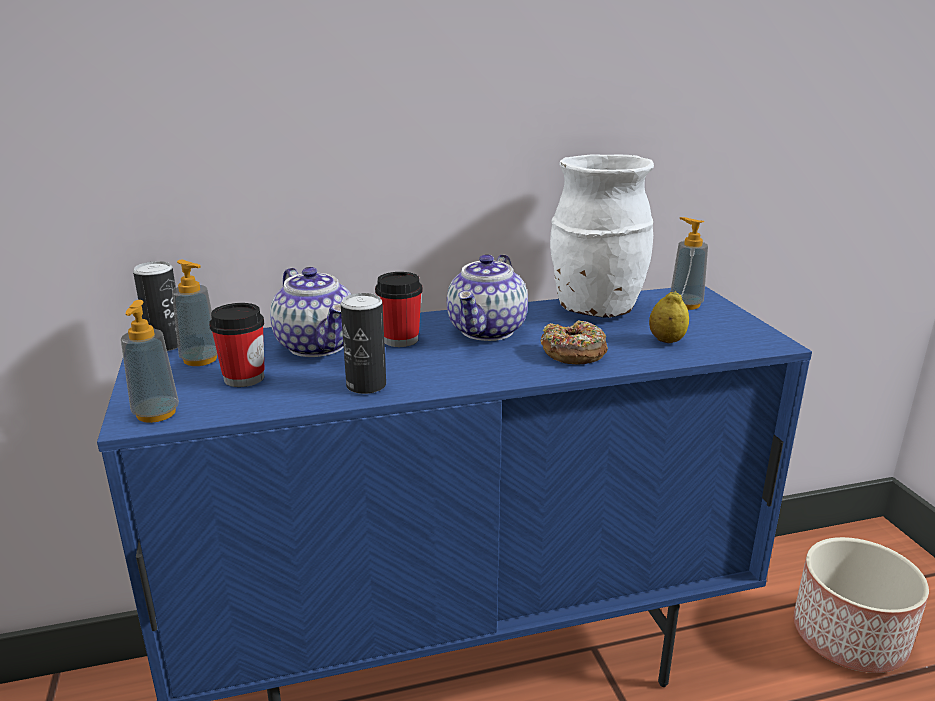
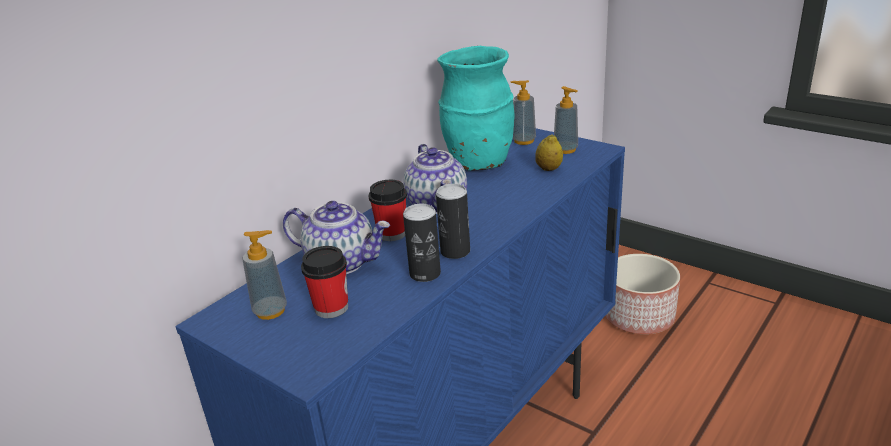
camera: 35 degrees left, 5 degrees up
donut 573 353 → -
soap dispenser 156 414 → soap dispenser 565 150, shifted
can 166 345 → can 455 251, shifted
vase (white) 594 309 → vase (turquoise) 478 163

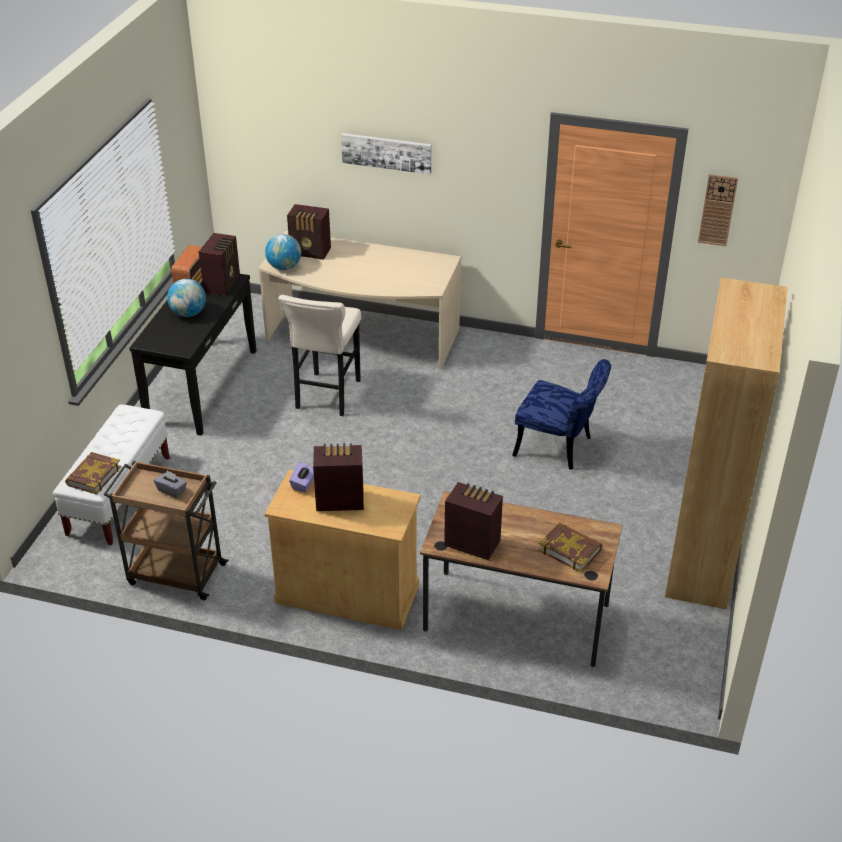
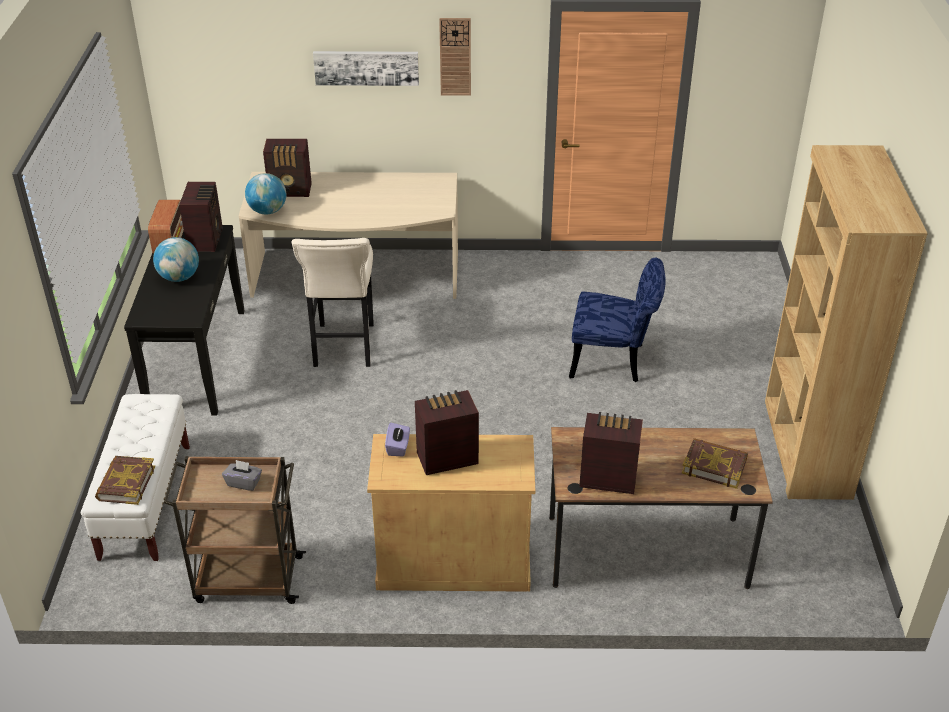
camera: 15 degrees left, 0 degrees up
wall clock 717 210 → wall clock 455 56, shifted

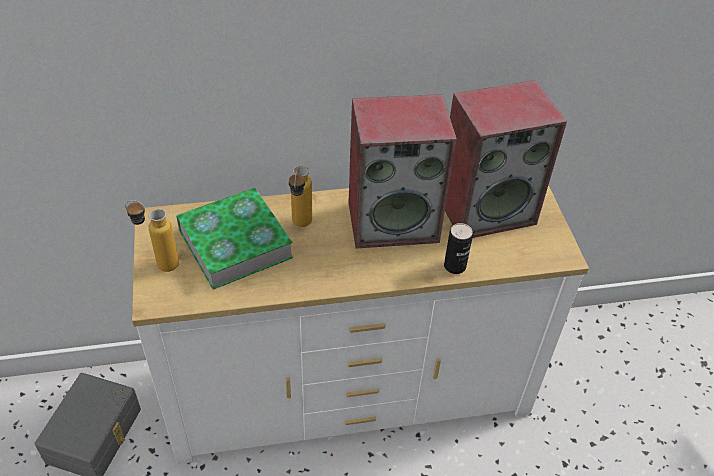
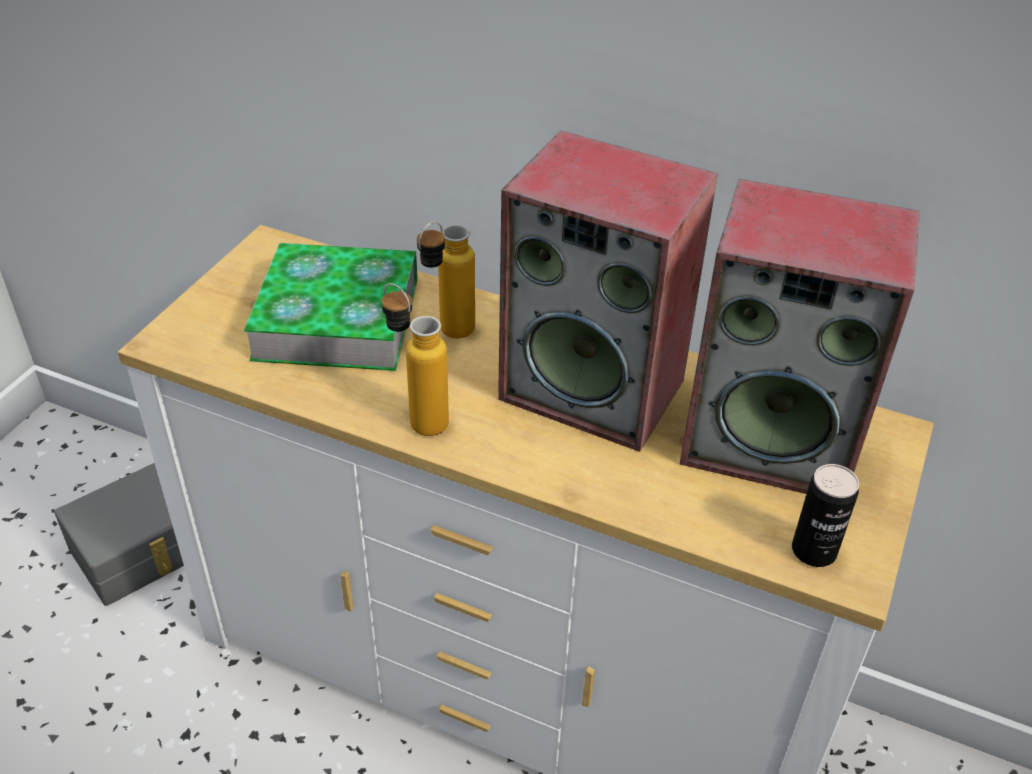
camera: 35 degrees right, 5 degrees down
bottle 159 263 → bottle 417 417, shifted
can 454 266 → can 813 551, shifted

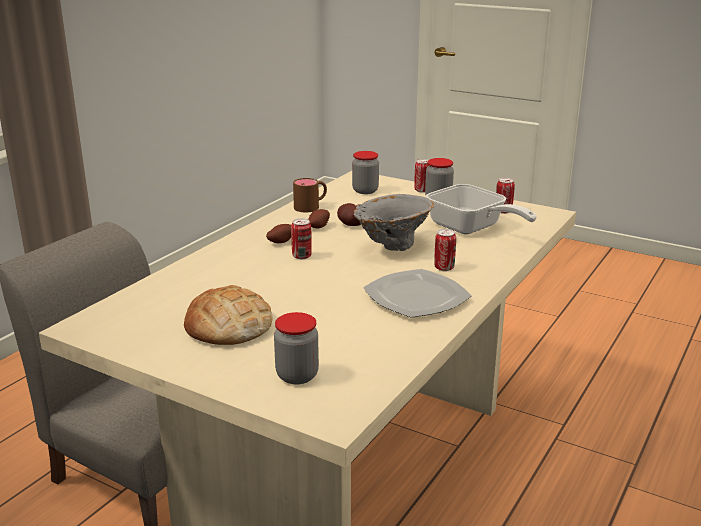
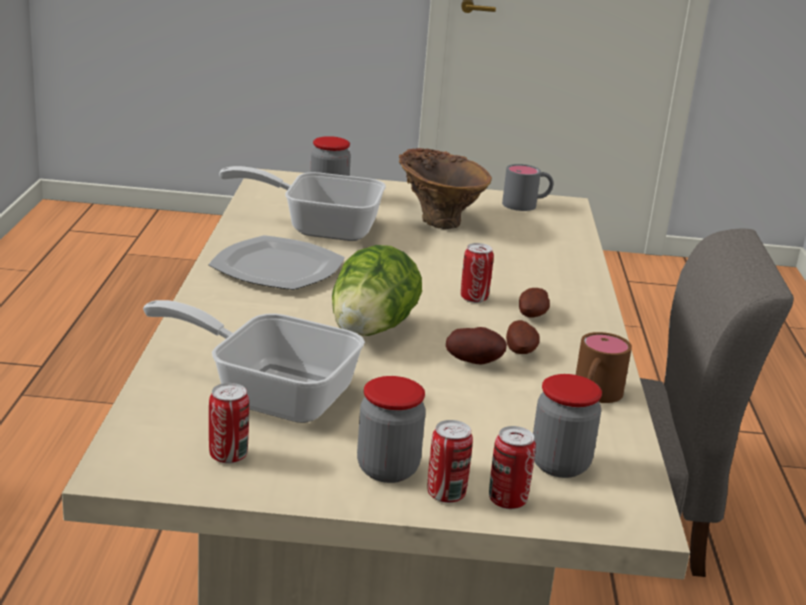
camera: 150 degrees right, 0 degrees up
- → frying pan 320 227
- → mug (grey) 527 204
can 444 268 → can 507 500, shifted
bread 228 326 → vase (brown) 439 219
vase (grey) 391 247 → lettuce 370 331

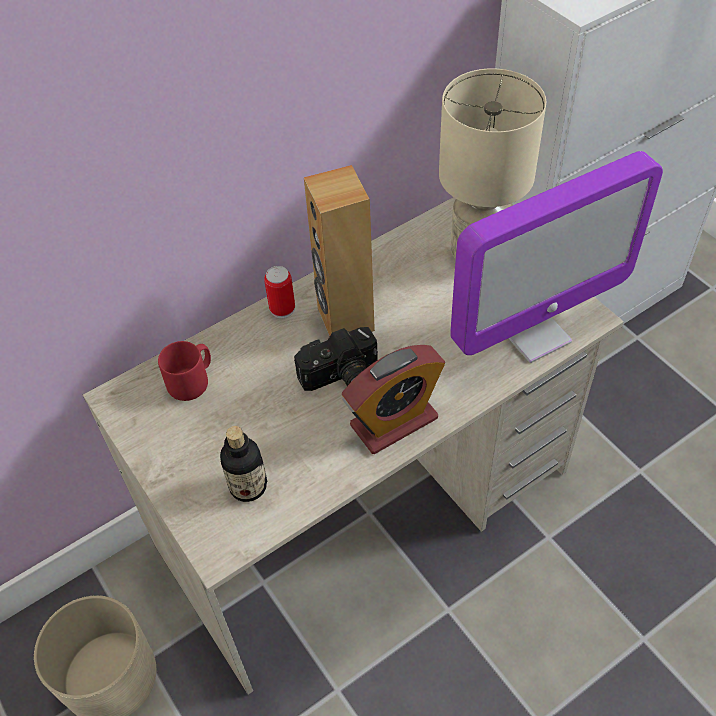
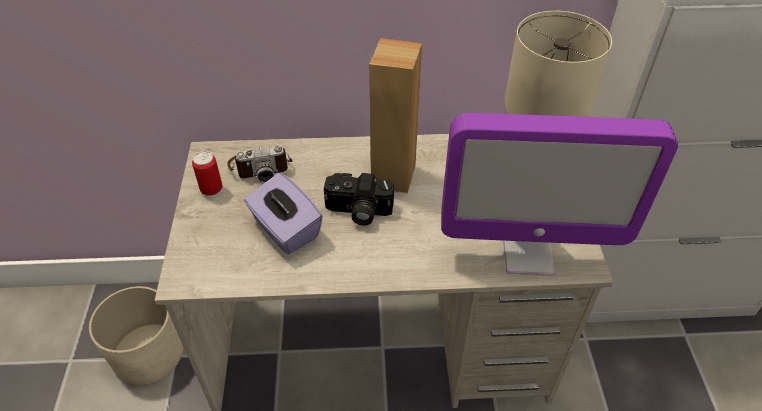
camera: 30 degrees right, 5 degrees down
bottle 248 486 → -
alarm clock 394 422 → -
- → tissue box (purple) 285 230
can 282 309 → can 211 189, shifted
mug (red) 192 381 → photo camera 260 166

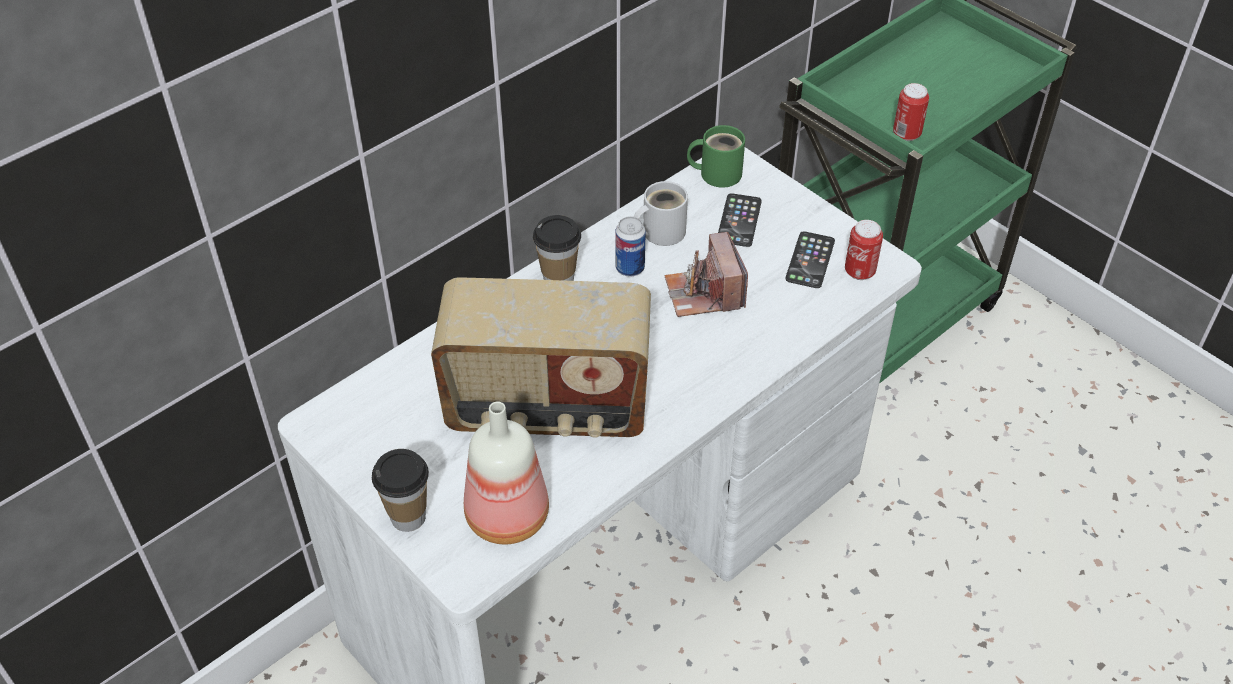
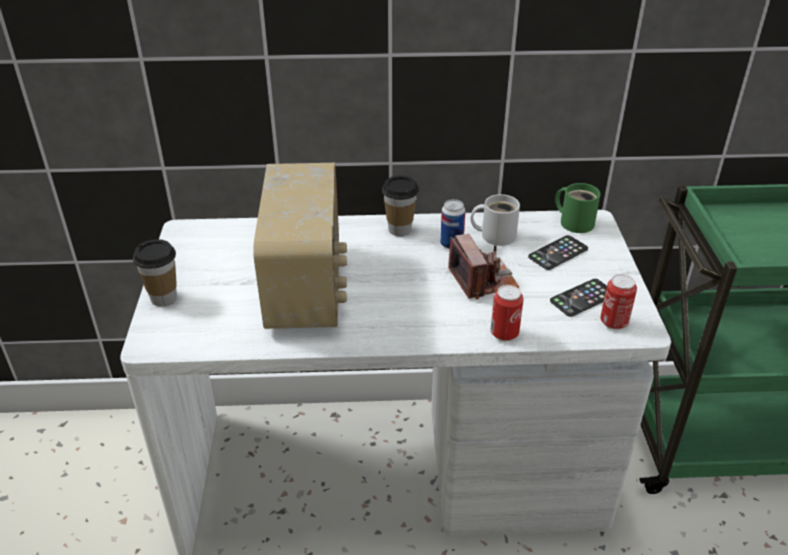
camera: 40 degrees right, 10 degrees down
bottle 504 517 → -
can 906 134 → can 504 334, shifted
radio 547 408 → radio 307 288, 135 degrees counterclockwise
photo camera 704 293 → photo camera 482 280, 135 degrees clockwise

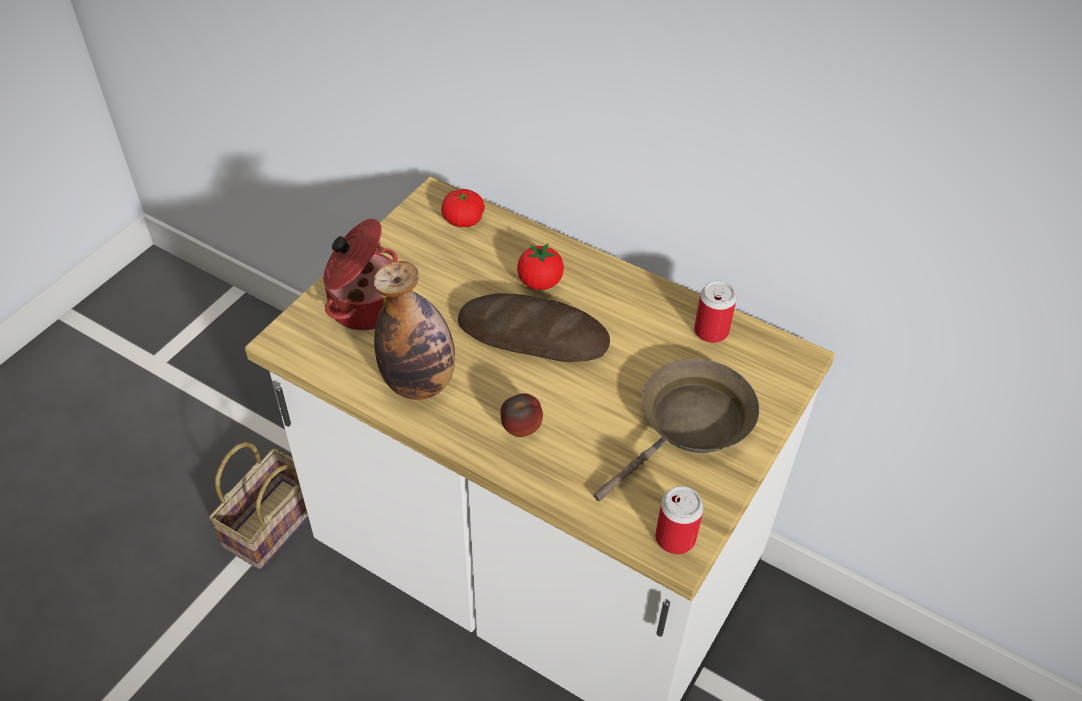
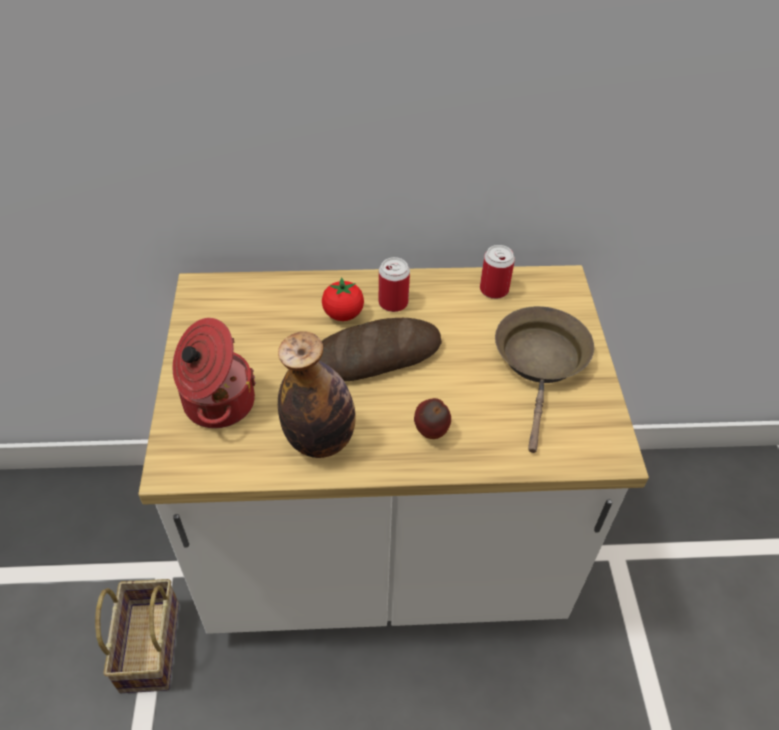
camera: 35 degrees left, 0 degrees up
tomato 463 220 → -
can 675 538 → can 393 302, shifted

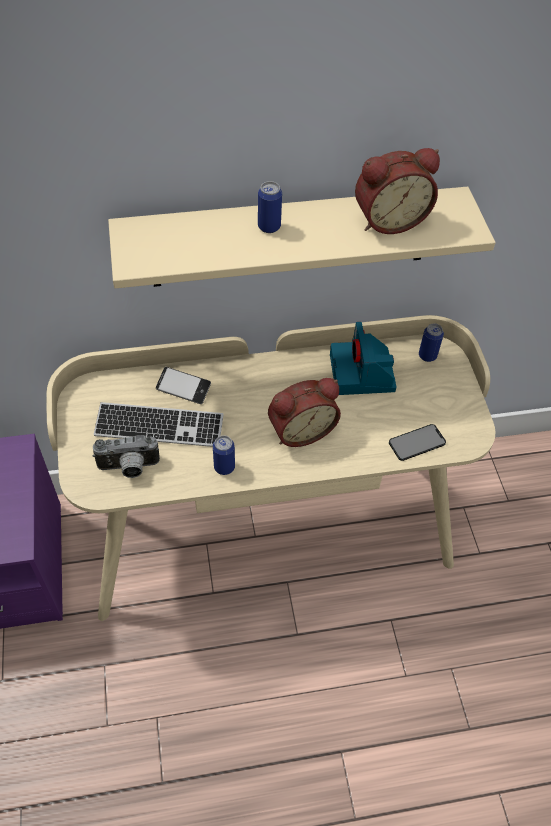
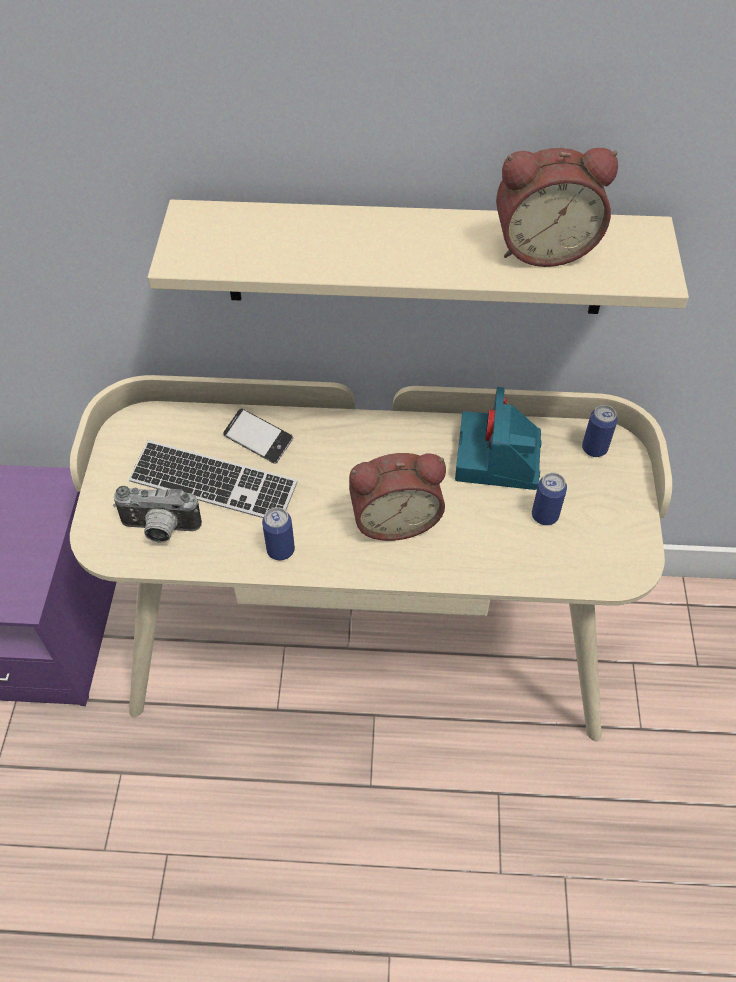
camera: 15 degrees right, 0 degrees up
phone 417 442 → -
can 269 227 → can 544 516, shifted

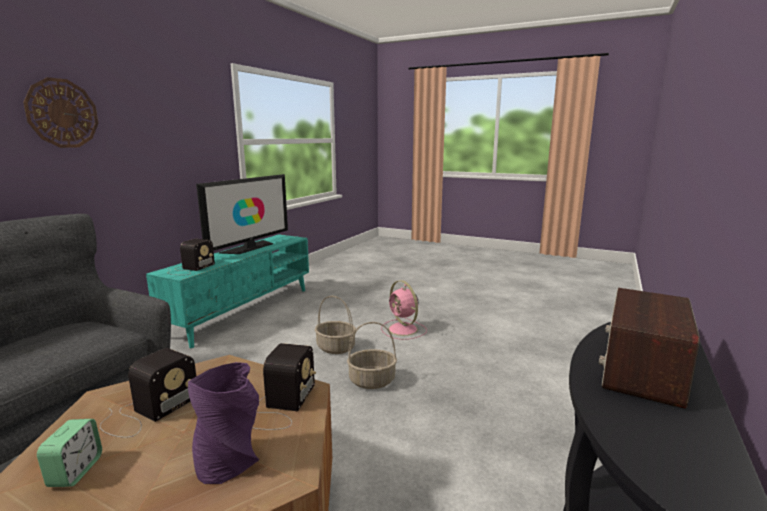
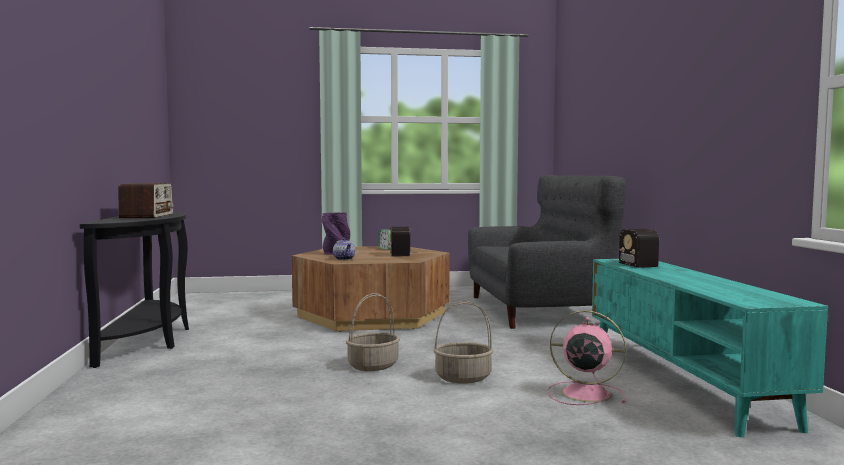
camera: 145 degrees right, 10 degrees down
wall clock 62 113 → -
television 249 247 → -
fan (pink) 403 330 → fan (pink) 583 393, shifted
radio 280 405 → teapot 344 259

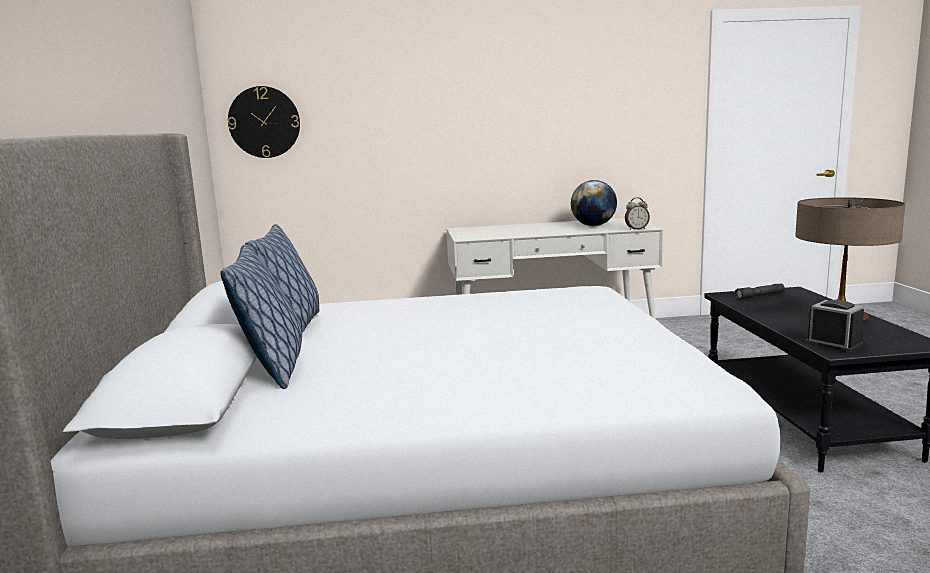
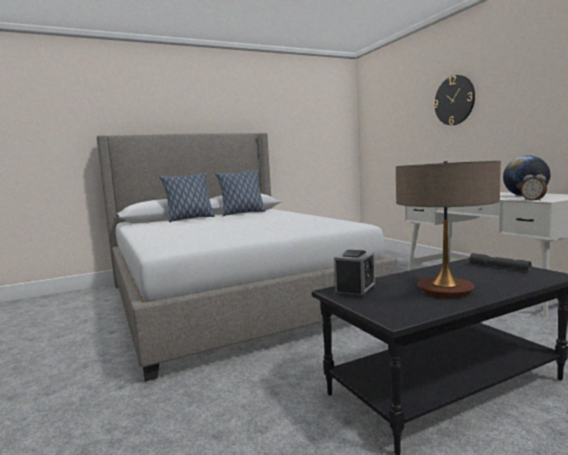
camera: 70 degrees right, 5 degrees down
wall clock 264 122 → wall clock 454 100, shifted

